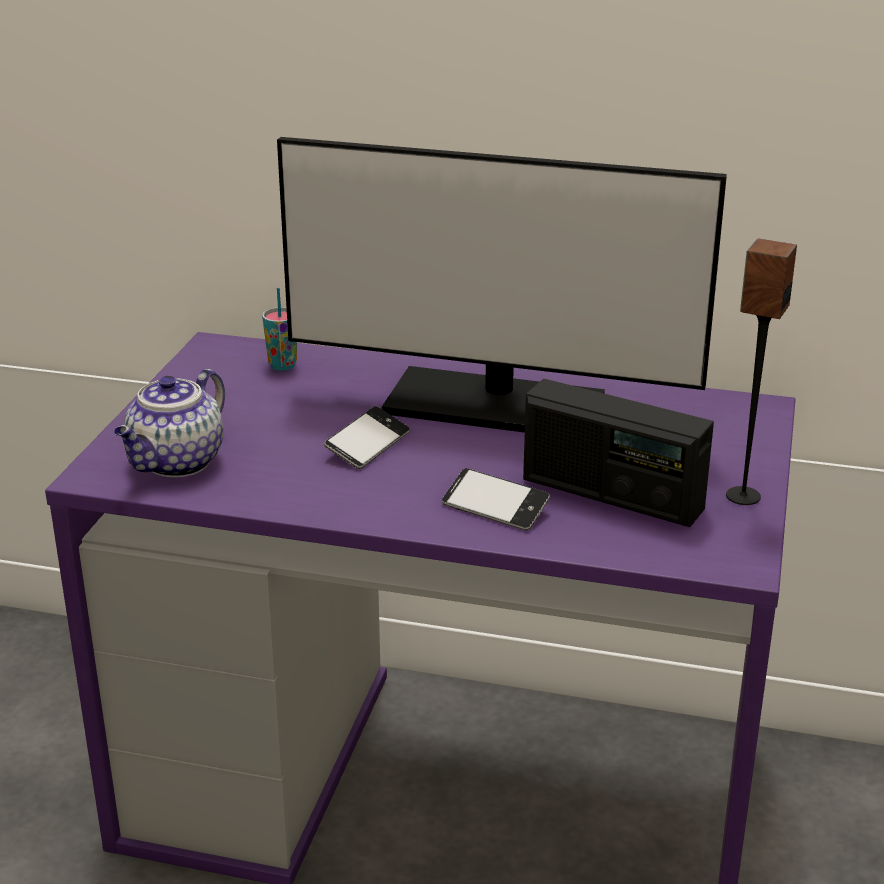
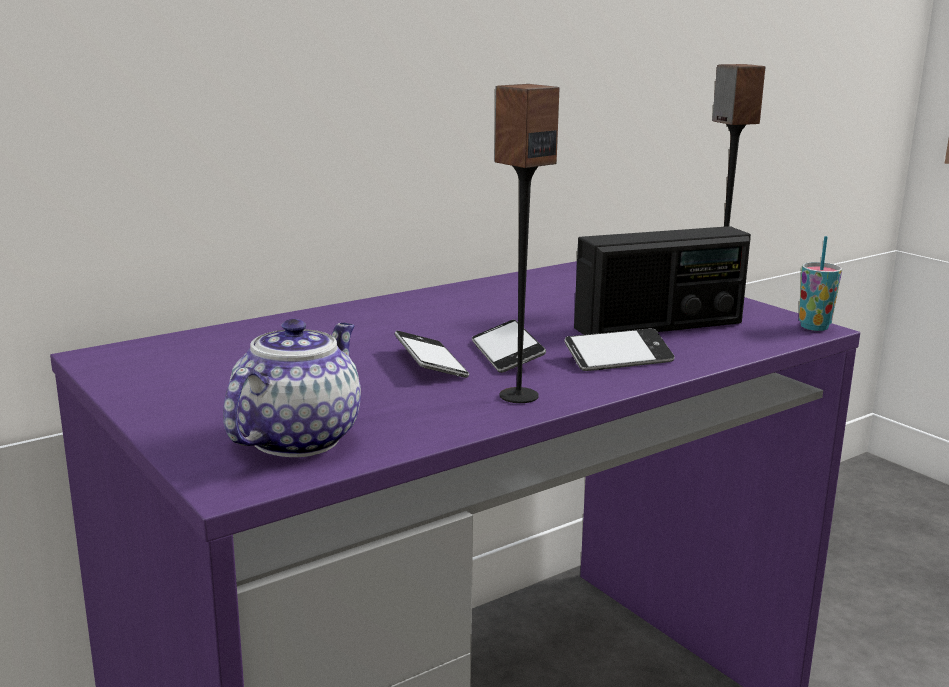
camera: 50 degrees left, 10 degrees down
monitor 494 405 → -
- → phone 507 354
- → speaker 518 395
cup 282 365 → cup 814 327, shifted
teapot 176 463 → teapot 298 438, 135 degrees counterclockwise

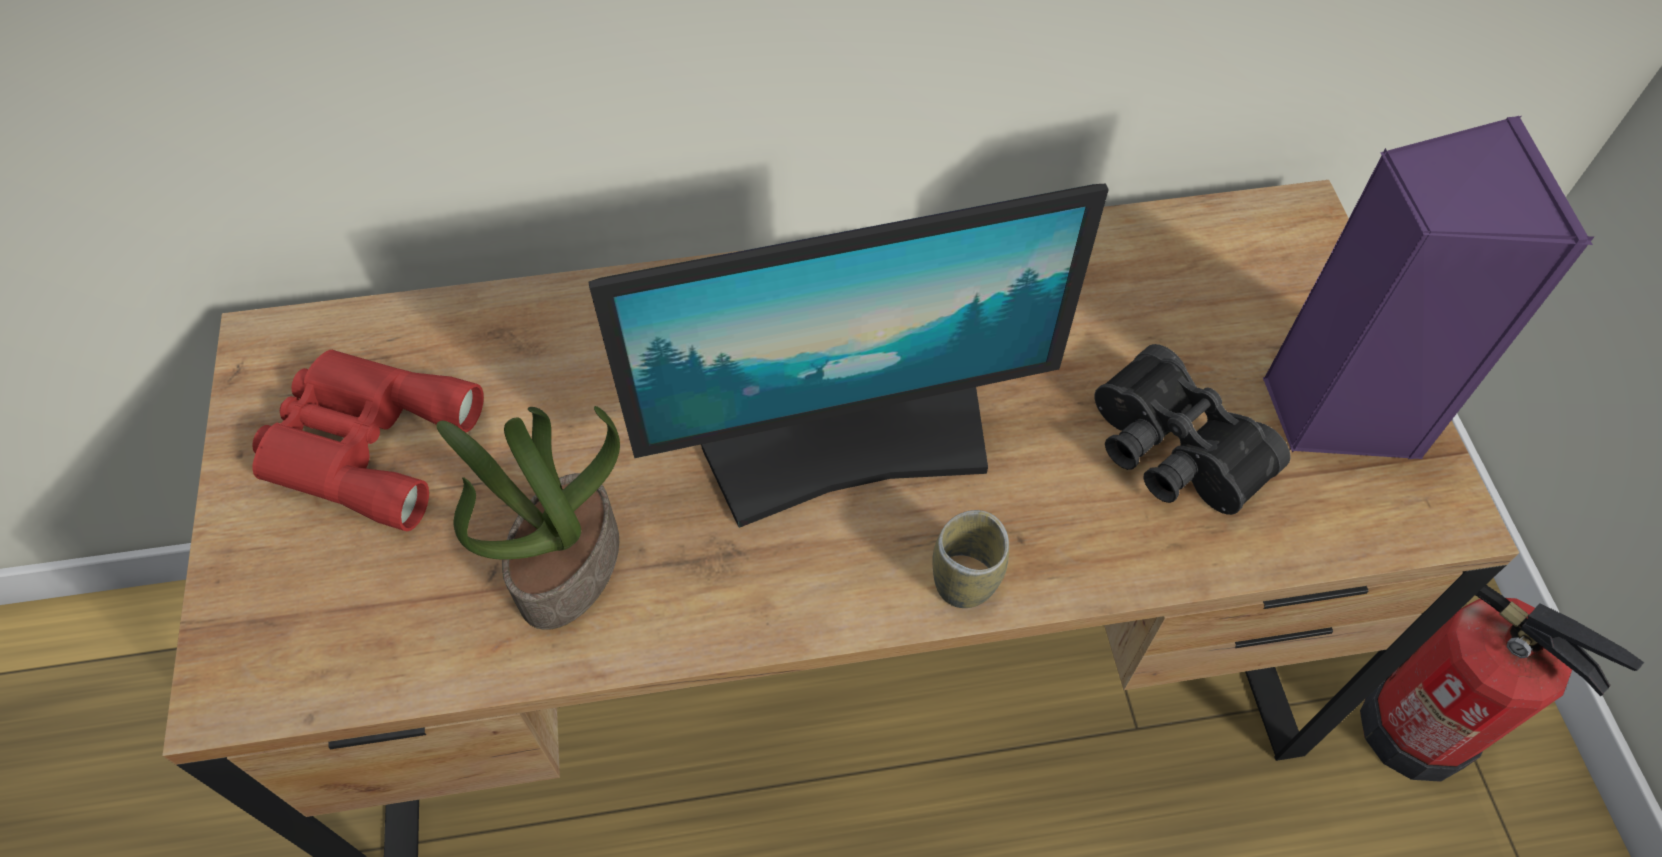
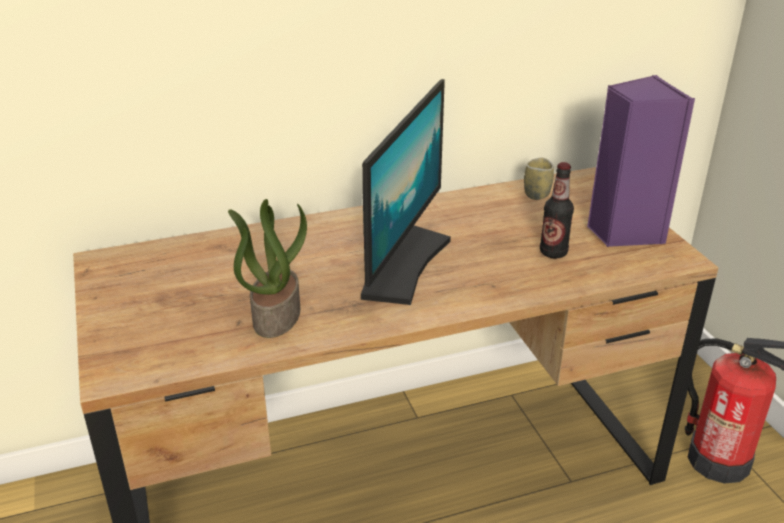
camera: 10 degrees left, 25 degrees down
binoculars (red) 365 442 → -
cup 965 580 → cup 537 194, shifted
binoculars (black) 1170 453 → bottle 553 252
monitor 848 446 → monitor 402 265, 45 degrees counterclockwise

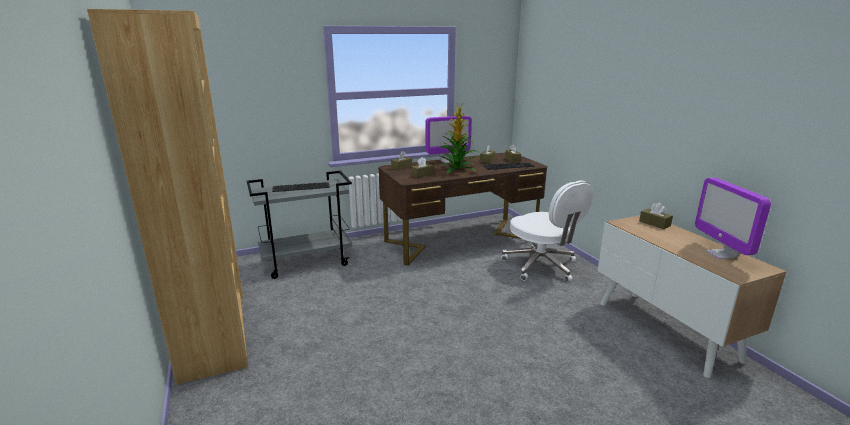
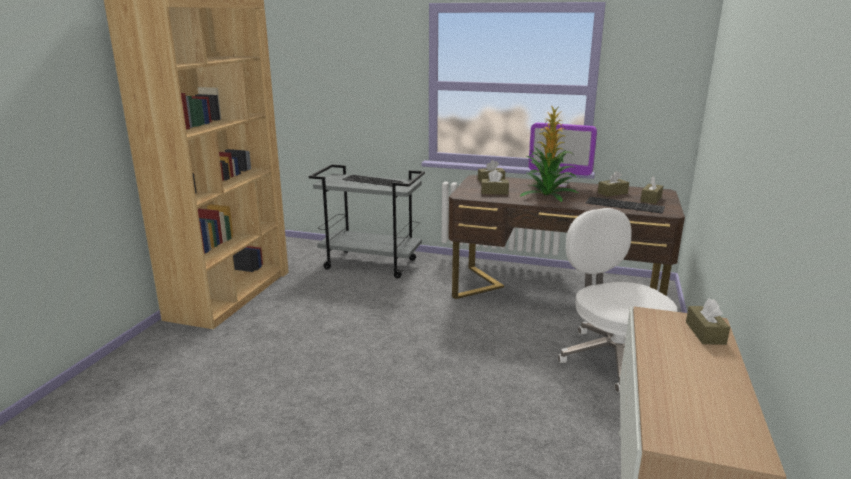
camera: 40 degrees right, 0 degrees up
monitor 721 254 → -
office chair (white) 541 266 → office chair (white) 612 358, 150 degrees clockwise

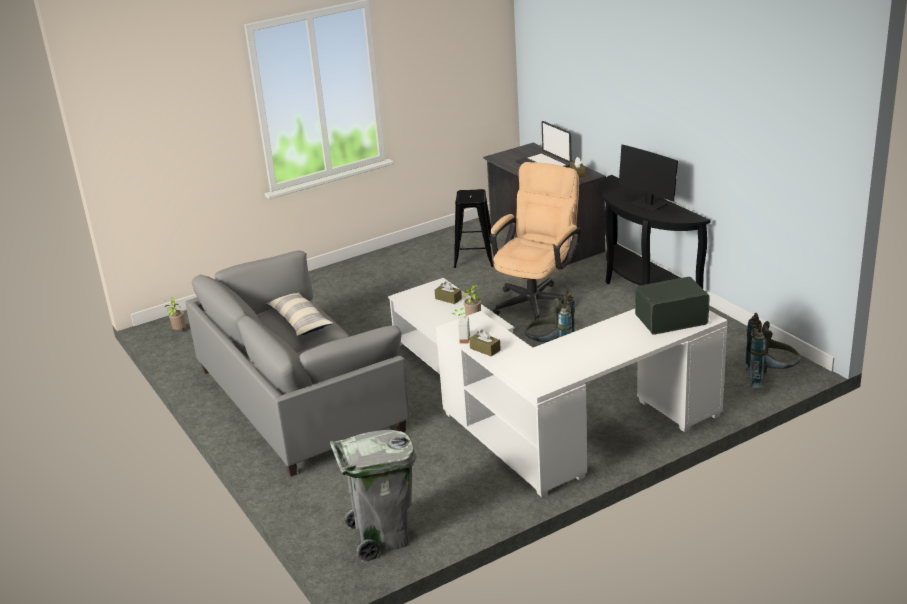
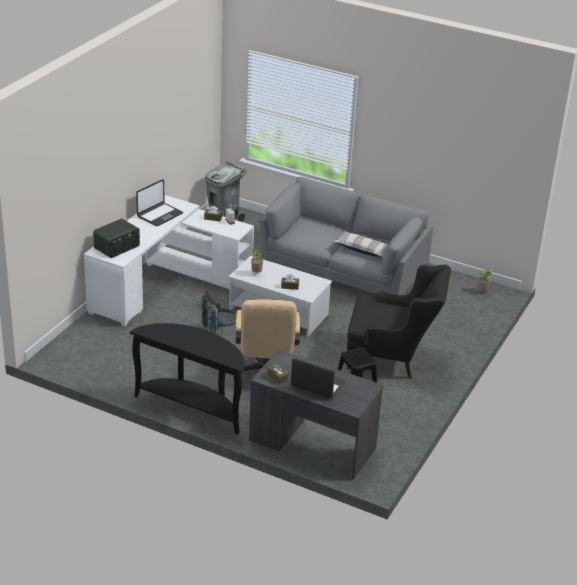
camera: 145 degrees right, 5 degrees up
monitor 648 204 → -
backpack (grey) 770 379 → -
- → laptop 159 215
- → armchair (black) 392 357

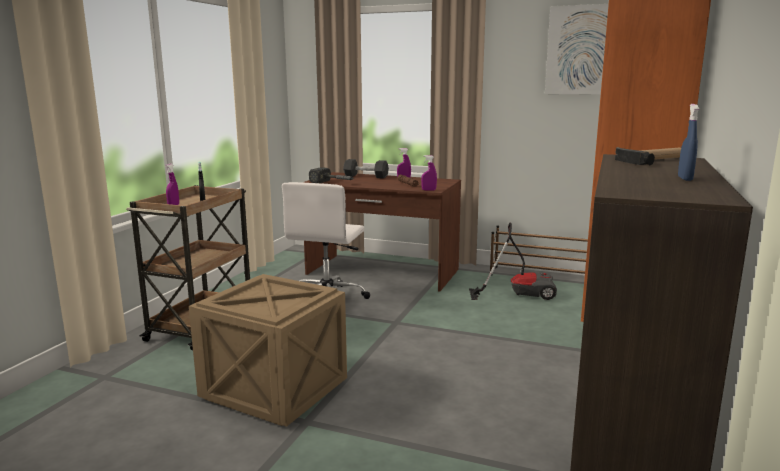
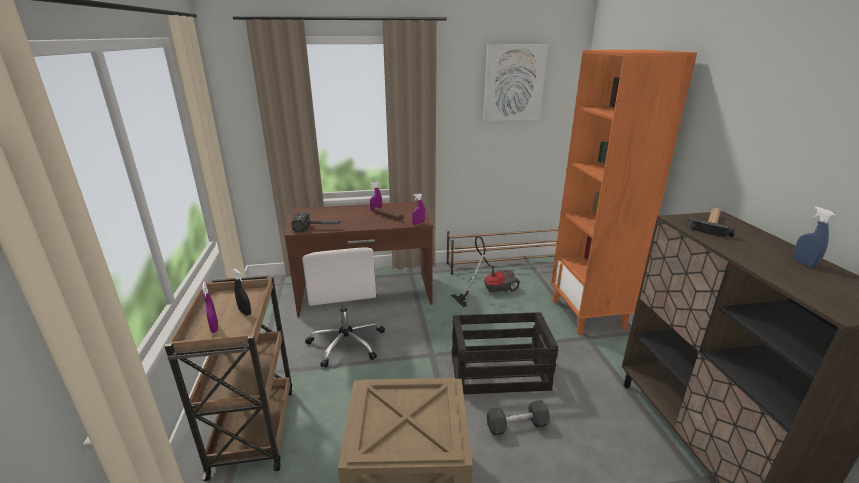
camera: 30 degrees left, 10 degrees up
- → crate 500 372
dumbbell (black) 366 176 → dumbbell (black) 517 425, shifted

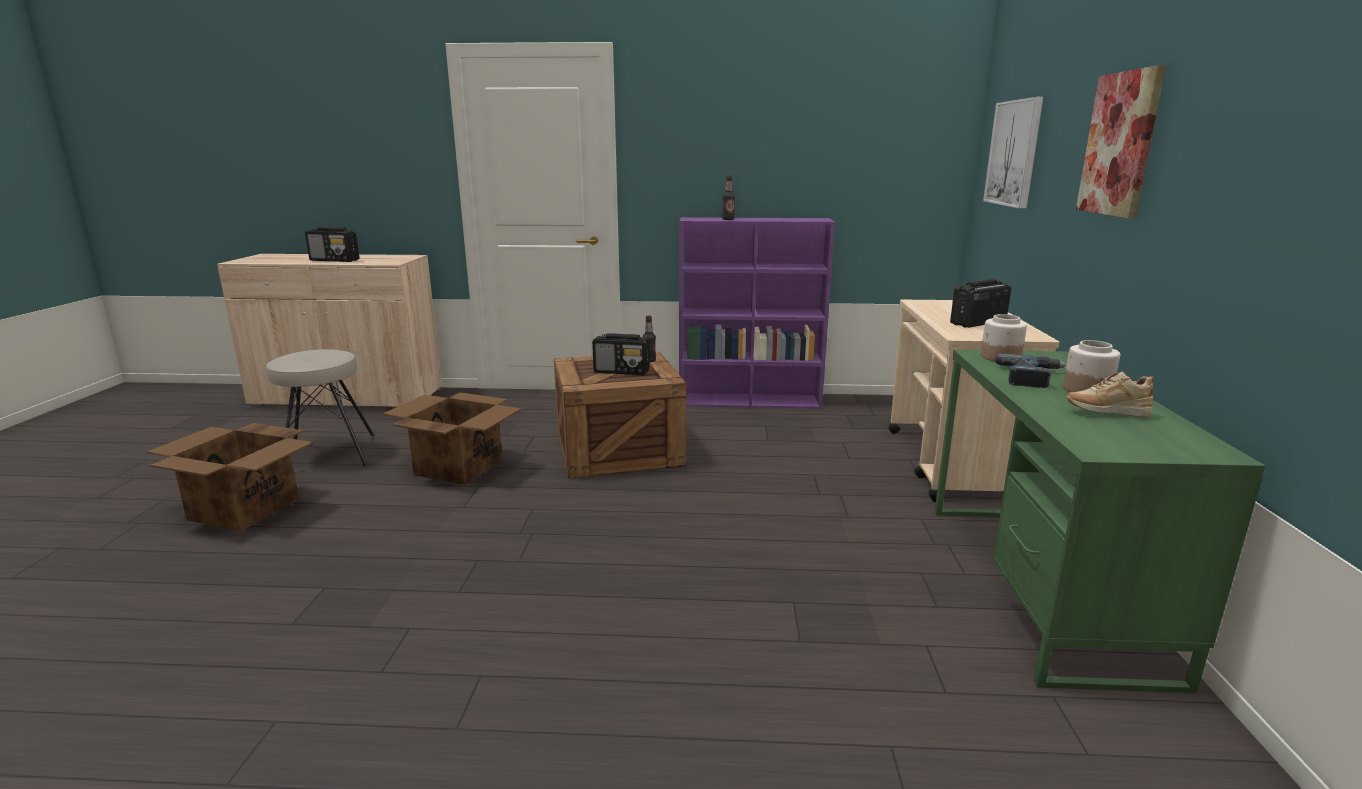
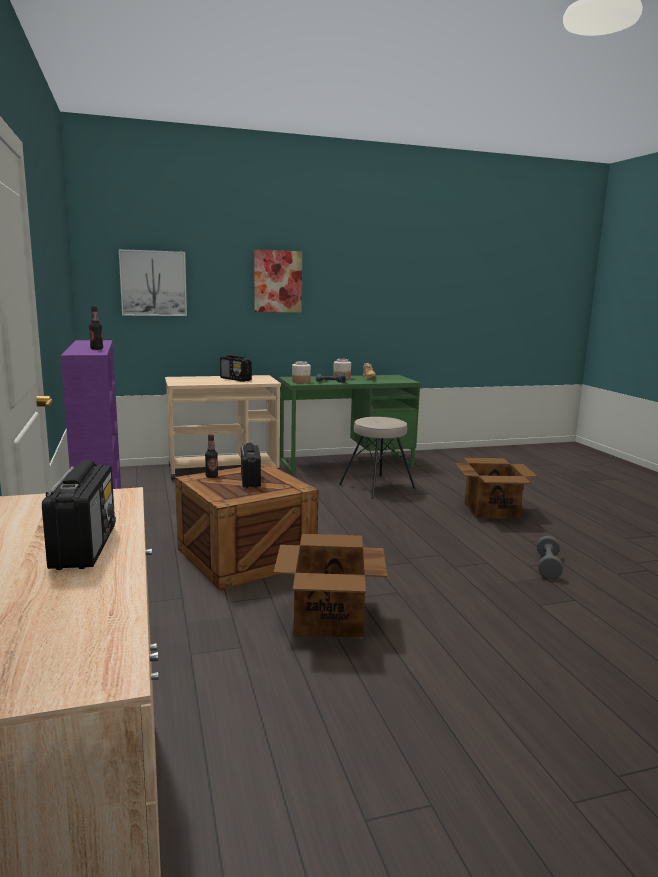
camera: 110 degrees left, 5 degrees down
- → dumbbell (grey) 548 566
cardboard box 245 509 → cardboard box 491 510, shifted
stool (beige) 327 454 → stool (beige) 377 486, shifted

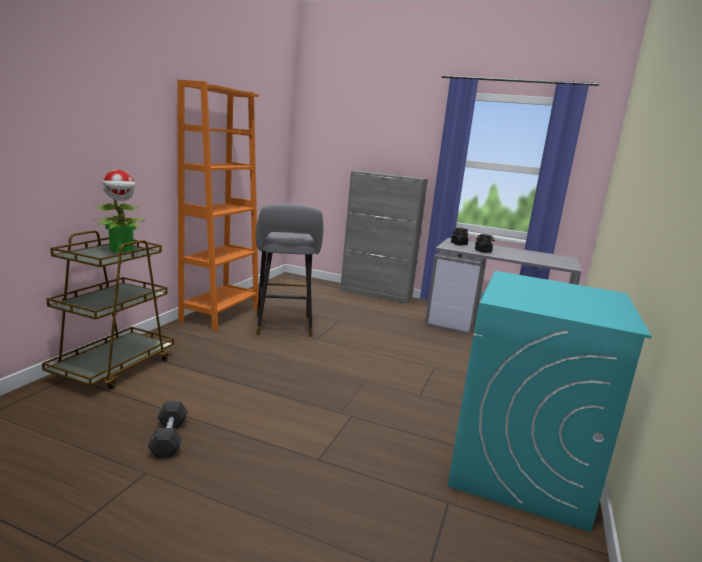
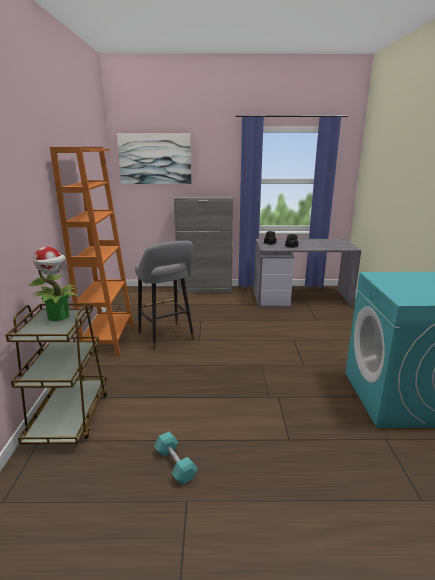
camera: 20 degrees left, 5 degrees up
- → picture 155 159
dumbbell (black) 169 438 → dumbbell (turquoise) 175 464

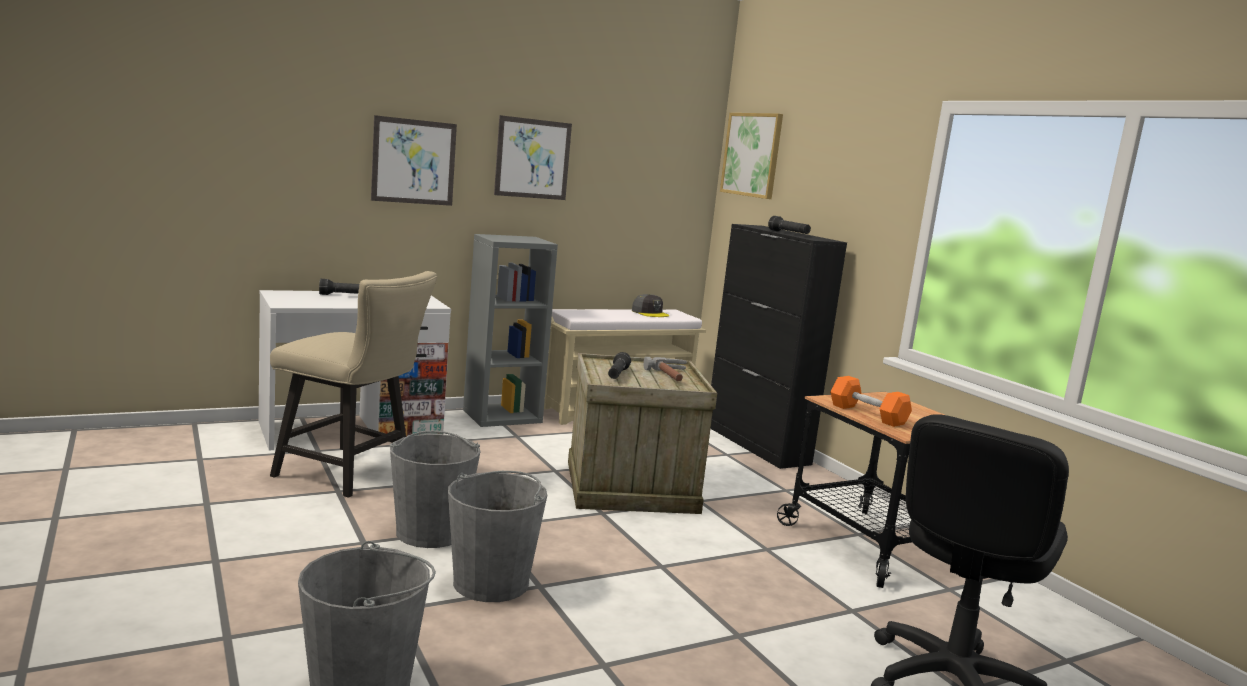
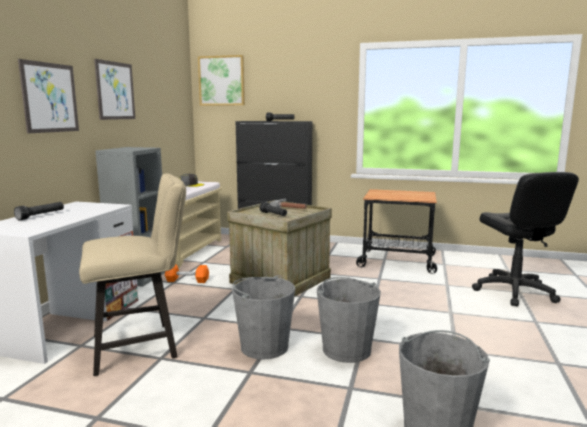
camera: 45 degrees left, 0 degrees up
dumbbell (orange) 867 414 → dumbbell (orange) 187 280, shifted

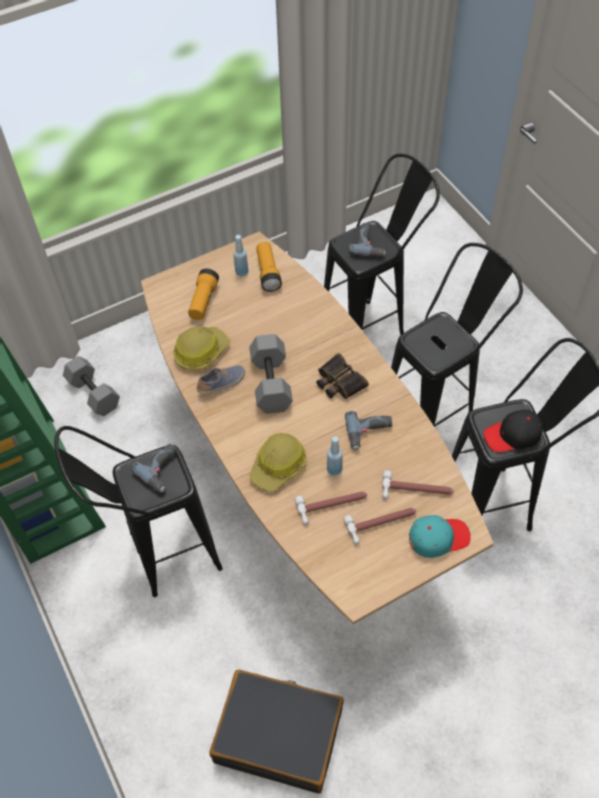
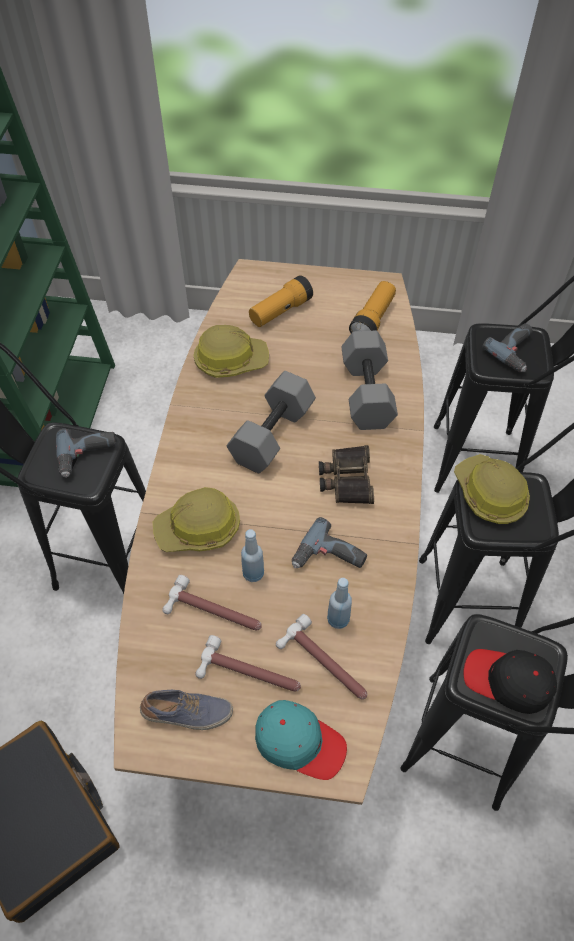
camera: 35 degrees right, 0 degrees up
- → hard hat 489 494
dumbbell (grey) 92 393 → dumbbell (grey) 365 392, shifted
shoe 222 384 → shoe 187 714, shifted
bottle (blue) 241 272 → bottle (blue) 338 619, shifted

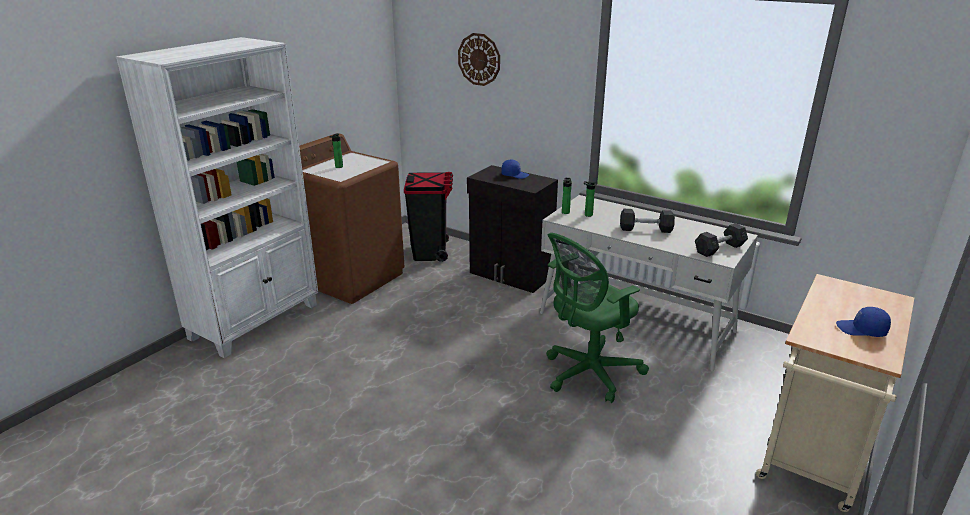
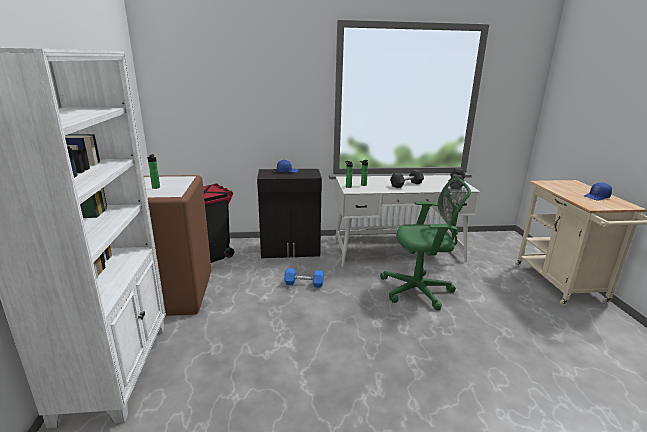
camera: 40 degrees left, 5 degrees down
wall clock 479 59 → -
- → dumbbell (blue) 304 284
office chair (green) 588 374 → office chair (green) 420 290, 105 degrees counterclockwise

